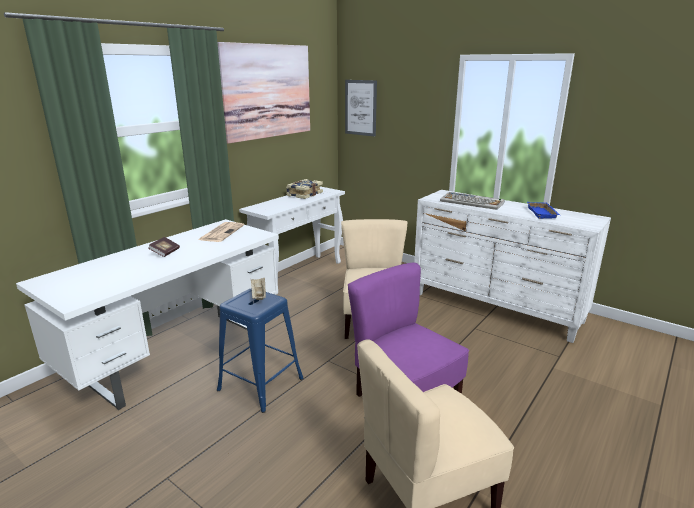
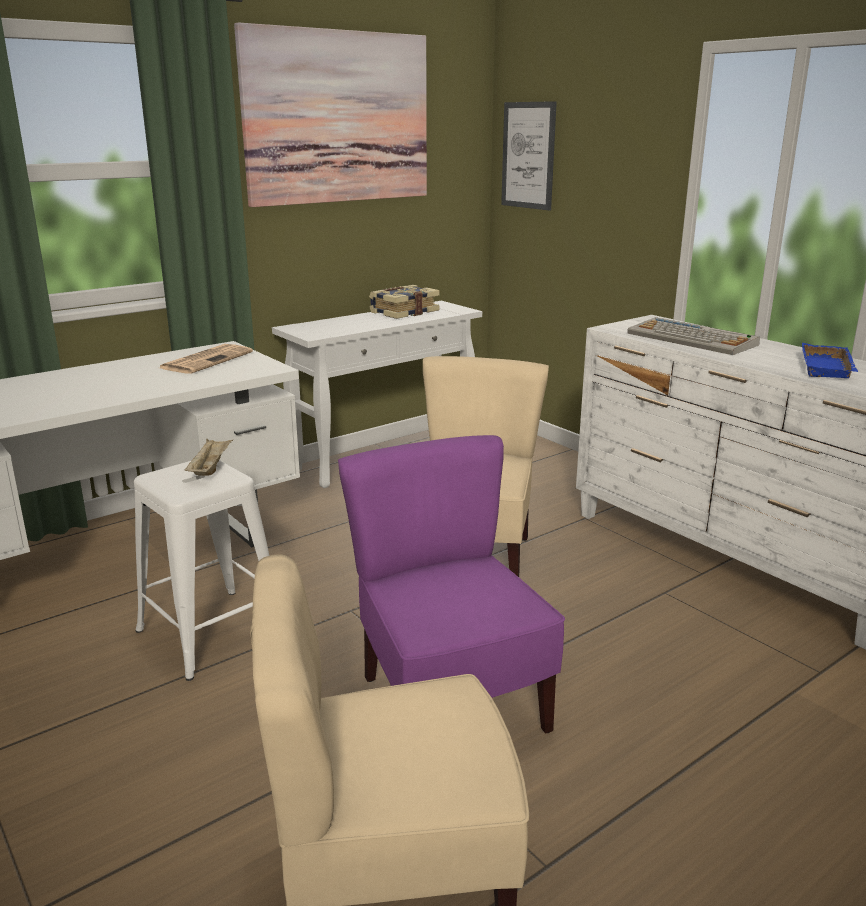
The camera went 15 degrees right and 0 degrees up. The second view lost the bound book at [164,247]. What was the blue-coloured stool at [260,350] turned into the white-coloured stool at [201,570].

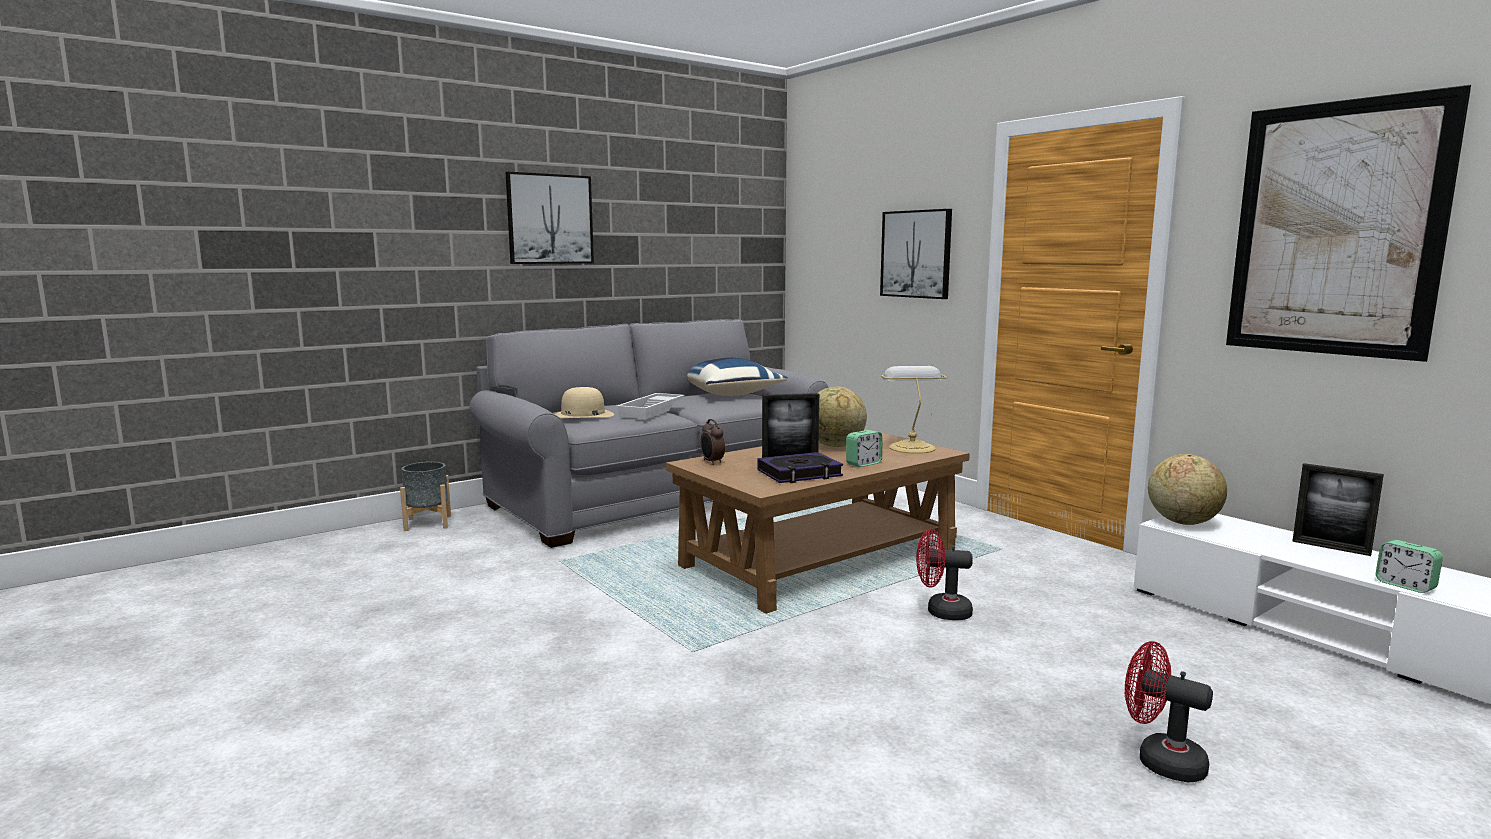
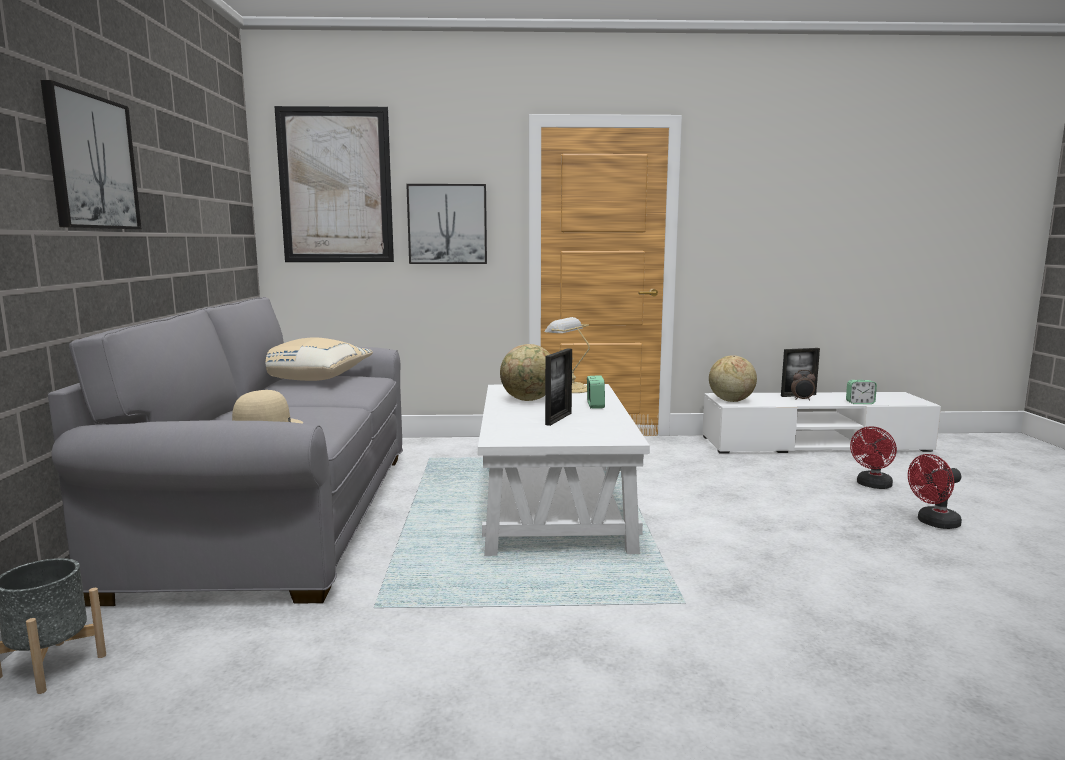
The camera went 55 degrees left and 0 degrees up. The wall picture ended up elsewhere, having gone from [1348,223] to [334,184]. What was the blue-coloured pillow at [737,377] turned into the sand-coloured pillow at [319,359]. The second view lost the white-coloured carrying tray at [650,406]. The bedside clock ended up elsewhere, having gone from [712,442] to [803,385]. What was the brown coffee table at [818,521] turned into the white-coloured coffee table at [564,470]. The second view lost the bound book at [800,467]. The red cooling fan ended up elsewhere, having gone from [944,574] to [873,457].

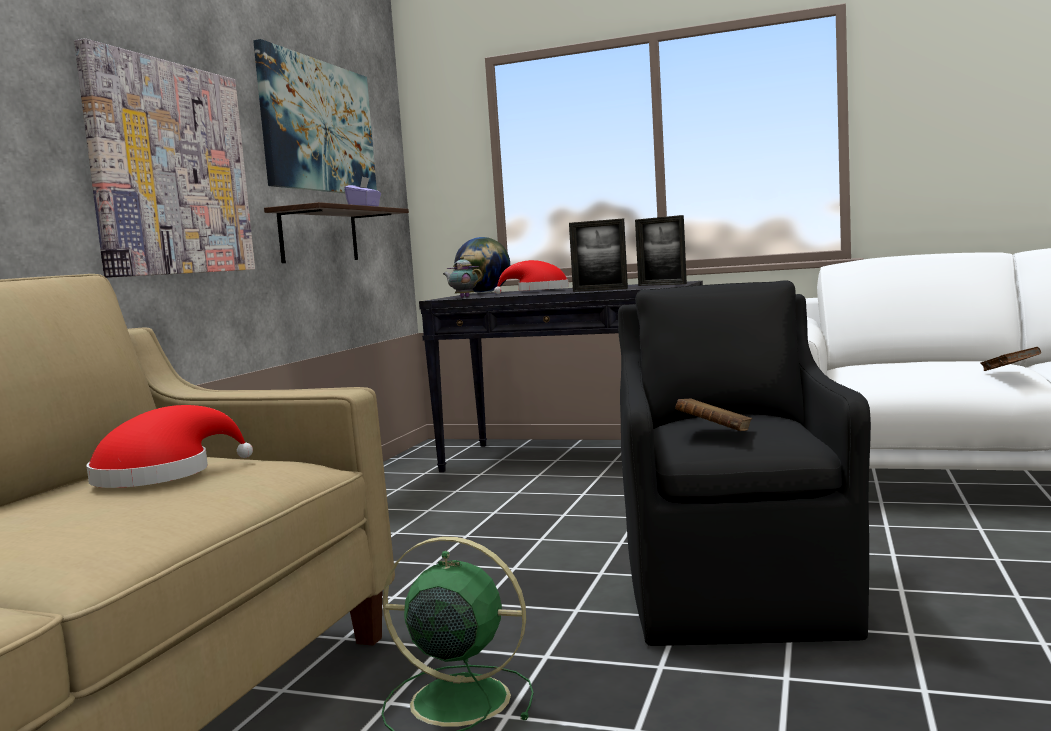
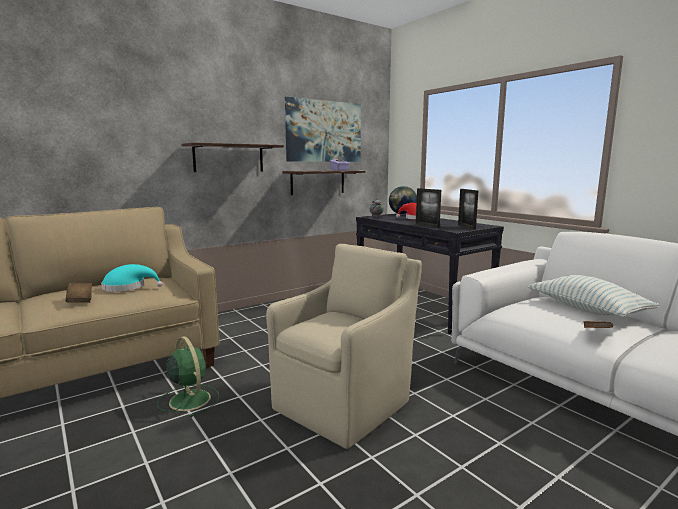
The camera went 35 degrees right and 5 degrees up. Where the wall picture hung at [164,158], the shelf came to hang at [232,157]. What was the black-coloured lounge chair at [744,463] turned into the sand-coloured lounge chair at [344,346]. The brown bound book ended up elsewhere, having gone from [713,415] to [78,293]. What was the red clothing hat at [170,446] turned into the turquoise-coloured clothing hat at [132,278]. The second view gained the pillow at [594,296].

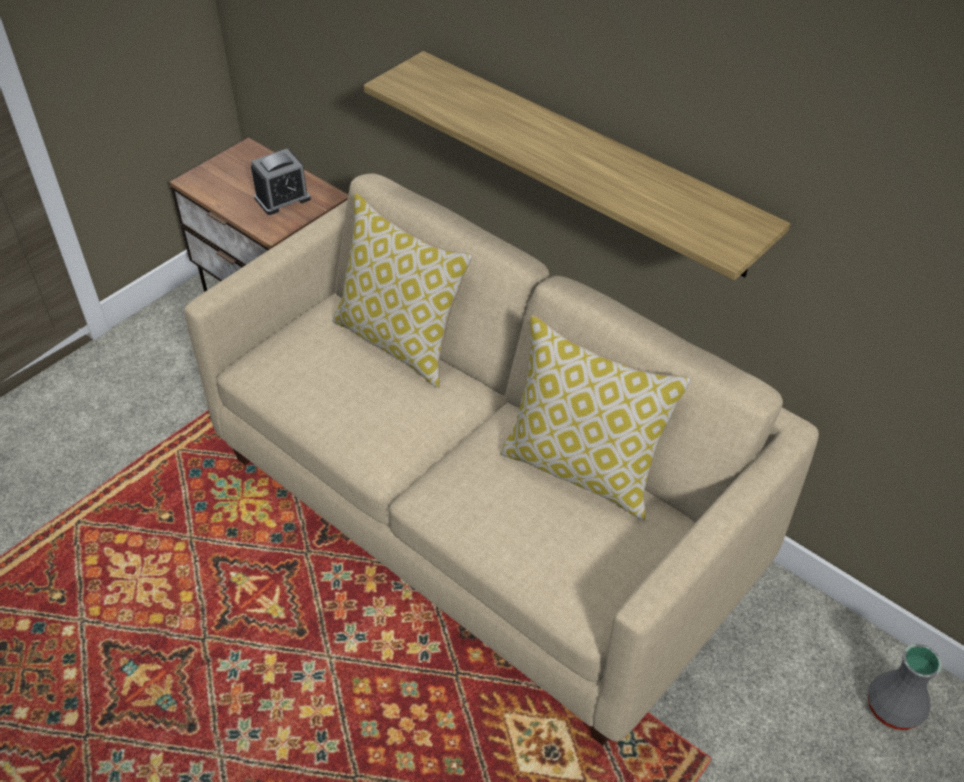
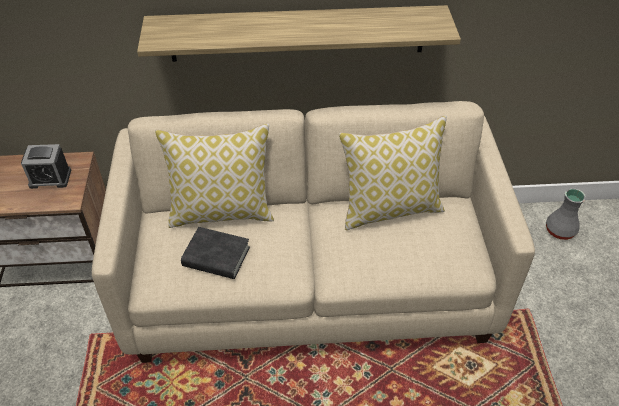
The camera went 45 degrees left and 0 degrees up. The bedside clock at [281,182] ended up facing another way, 75 degrees clockwise from before. The second view gained the black-coloured bound book at [215,253].

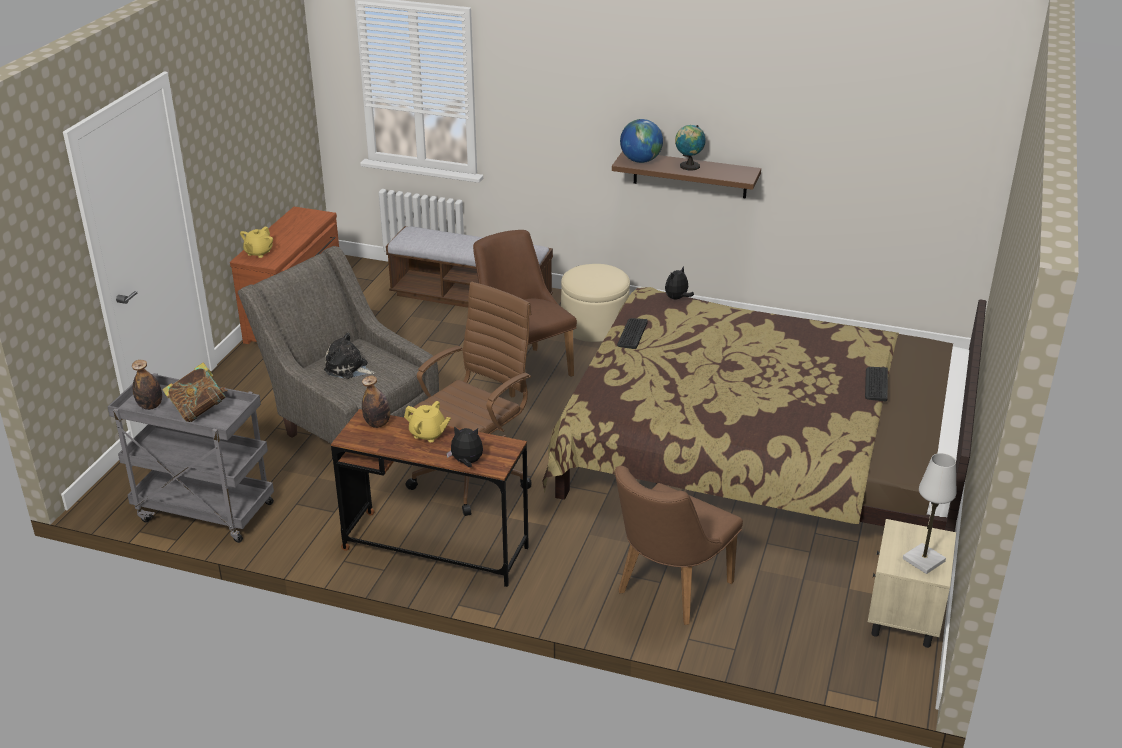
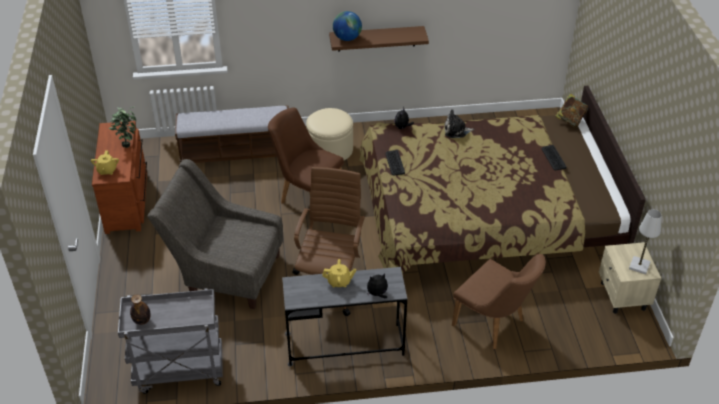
The camera went 25 degrees left and 10 degrees up. The second view lost the desk globe at [690,147]. The soft toy ended up elsewhere, having gone from [349,355] to [460,123]. The bound book ended up elsewhere, having gone from [195,392] to [571,110]. The second view lost the bottle at [376,402]. What was the brown desk unit at [430,498] turned into the gray desk unit at [344,317]. The brown chair at [679,545] ended up facing another way, 60 degrees counterclockwise from before. The second view gained the houseplant at [122,127].

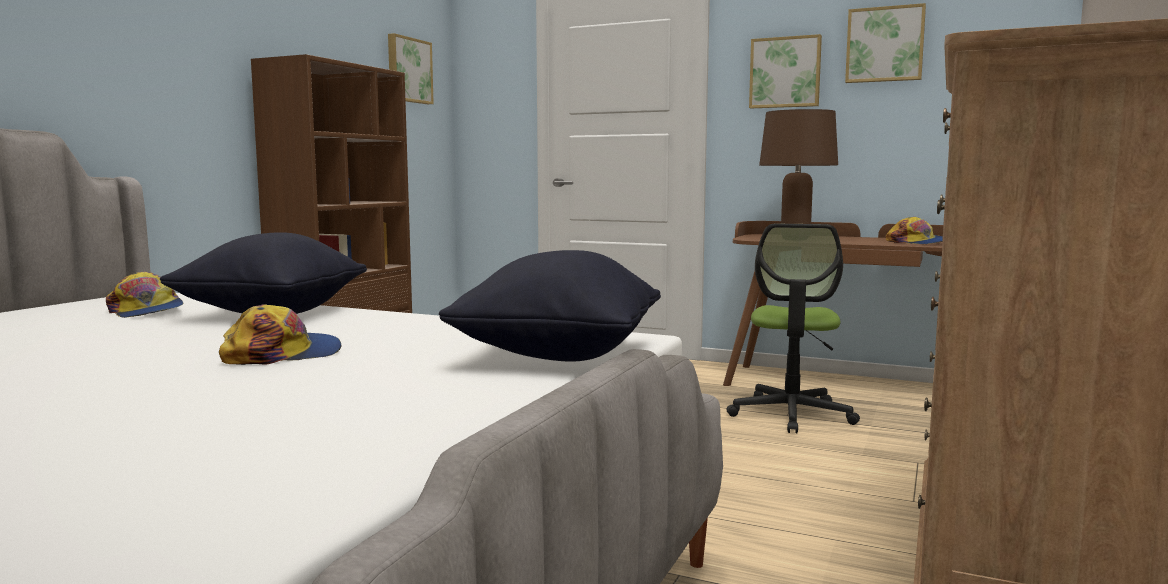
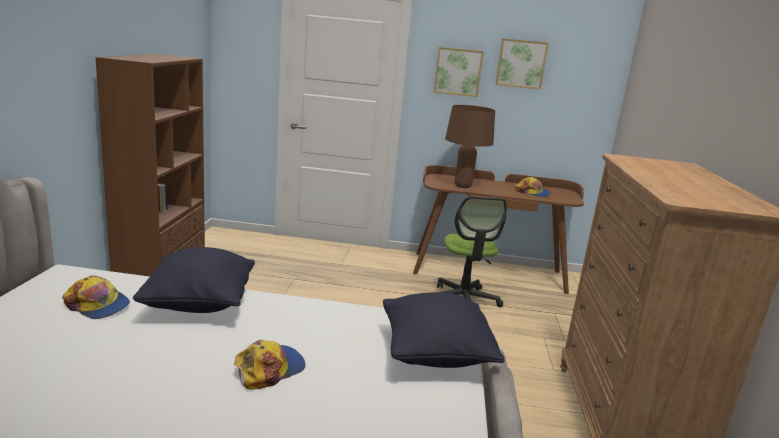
The camera went 20 degrees left and 10 degrees up. The second view lost the wall picture at [411,68].

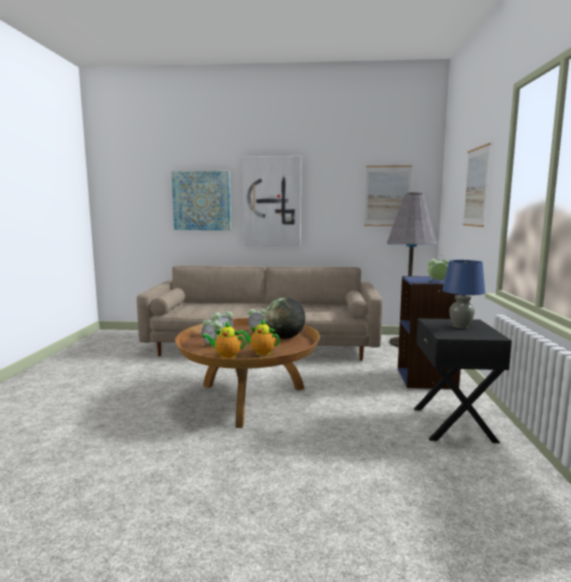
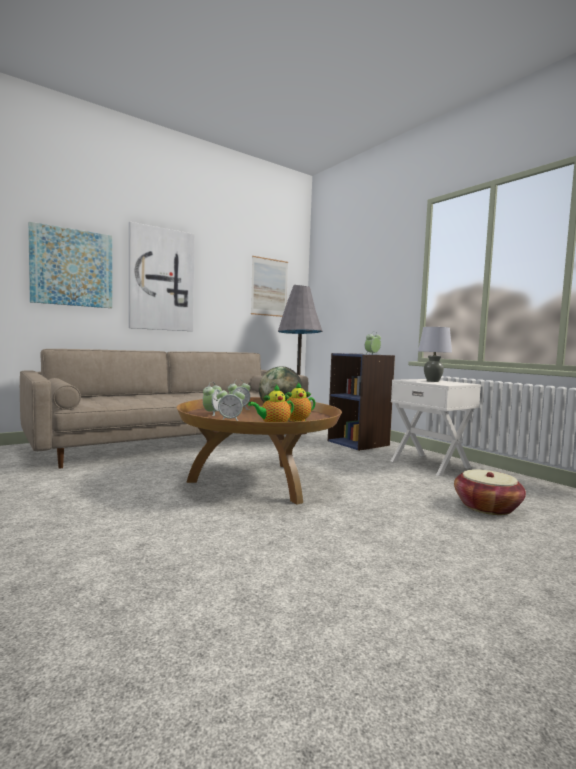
The camera went 40 degrees left and 5 degrees down. The second view lost the wall picture at [476,185]. What was the blue-coloured tabletop lamp at [463,294] turned into the gray tabletop lamp at [435,354]. What was the black-coloured bedside table at [463,380] turned into the white-coloured bedside table at [436,427]. The second view gained the storage basket at [490,492].

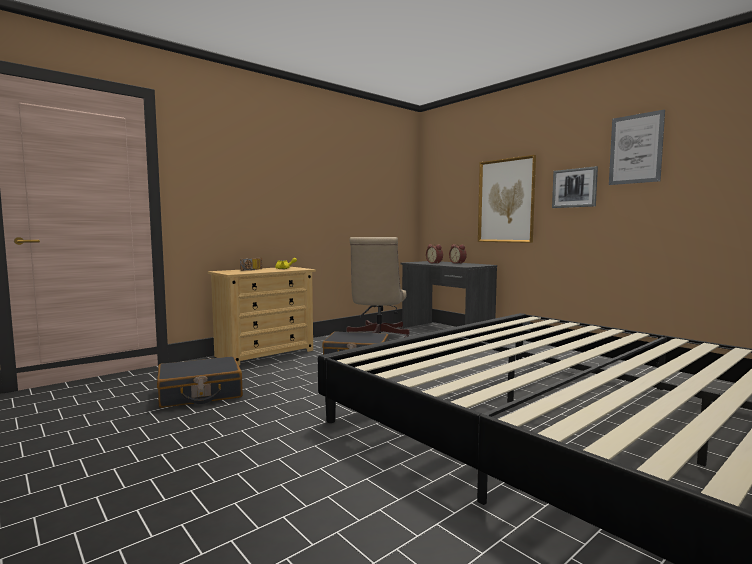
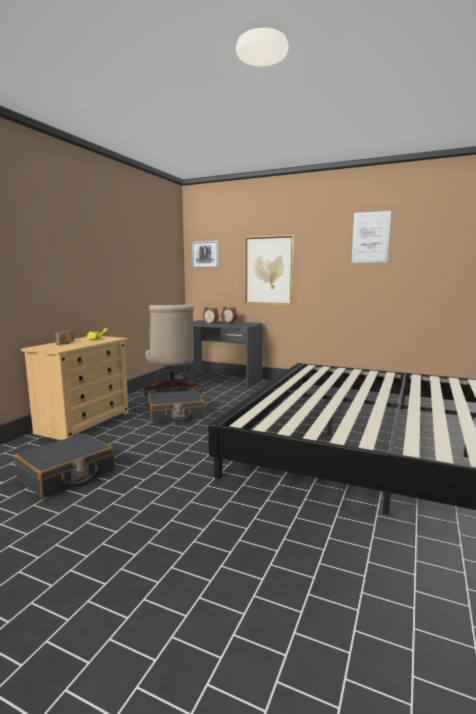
The camera went 25 degrees left and 5 degrees up. The wall picture ended up elsewhere, having gone from [575,187] to [205,254].

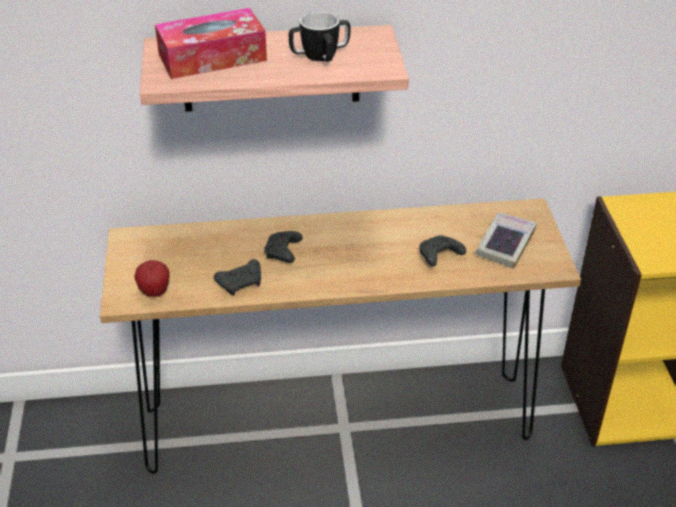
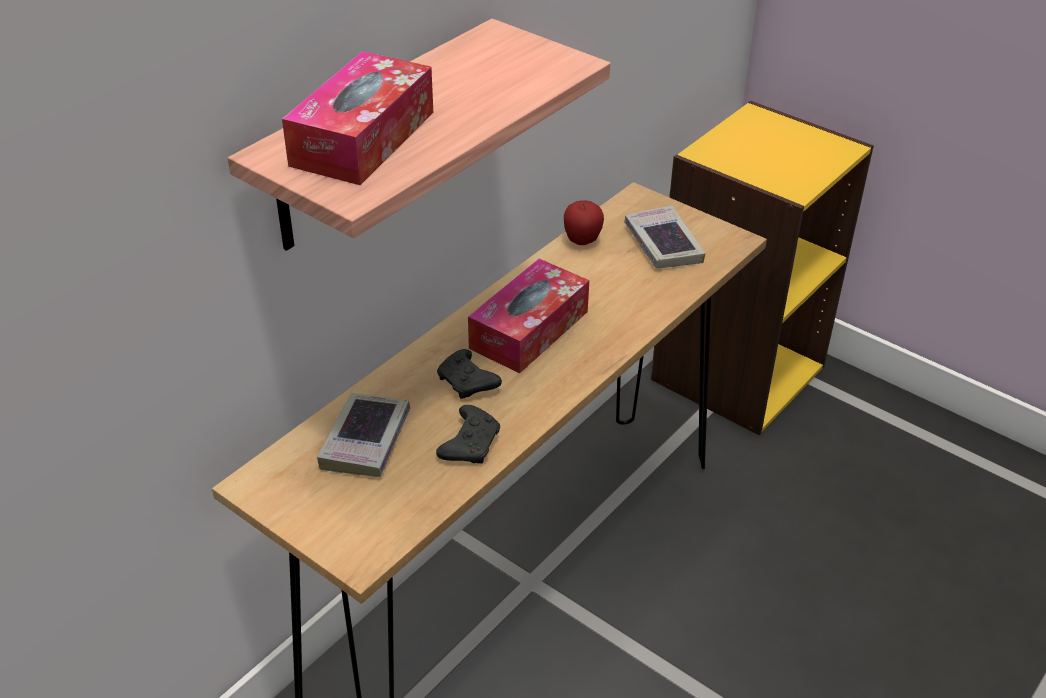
The camera went 45 degrees left and 0 degrees up. The second view lost the coffee mug at [319,37]. The second view lost the black-coloured gamepad at [443,251]. The apple fruit ended up elsewhere, having gone from [152,278] to [584,222]. The second view gained the box of tissues at [528,316]. The second view gained the bound book at [363,435].

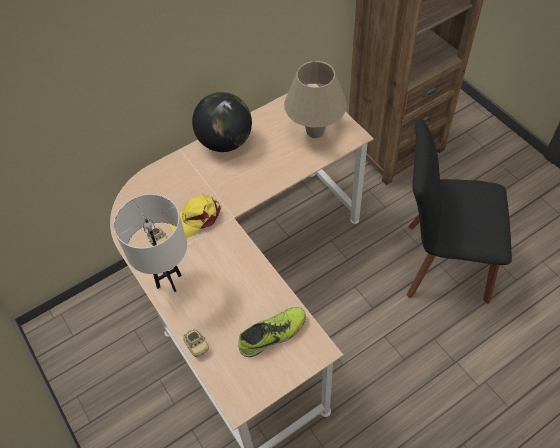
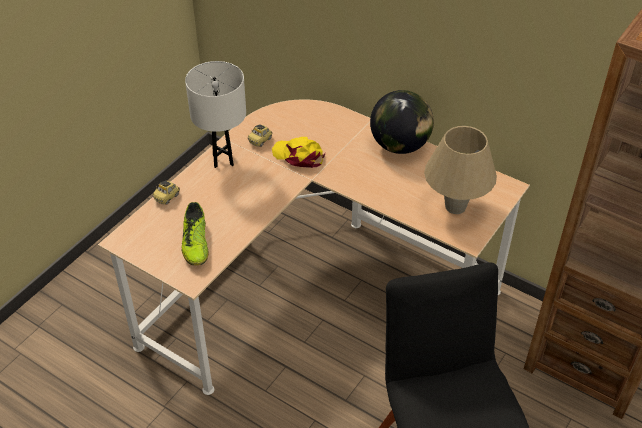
The camera went 65 degrees right and 10 degrees down. The low shoe at [272,332] ended up facing another way, 45 degrees clockwise from before.

